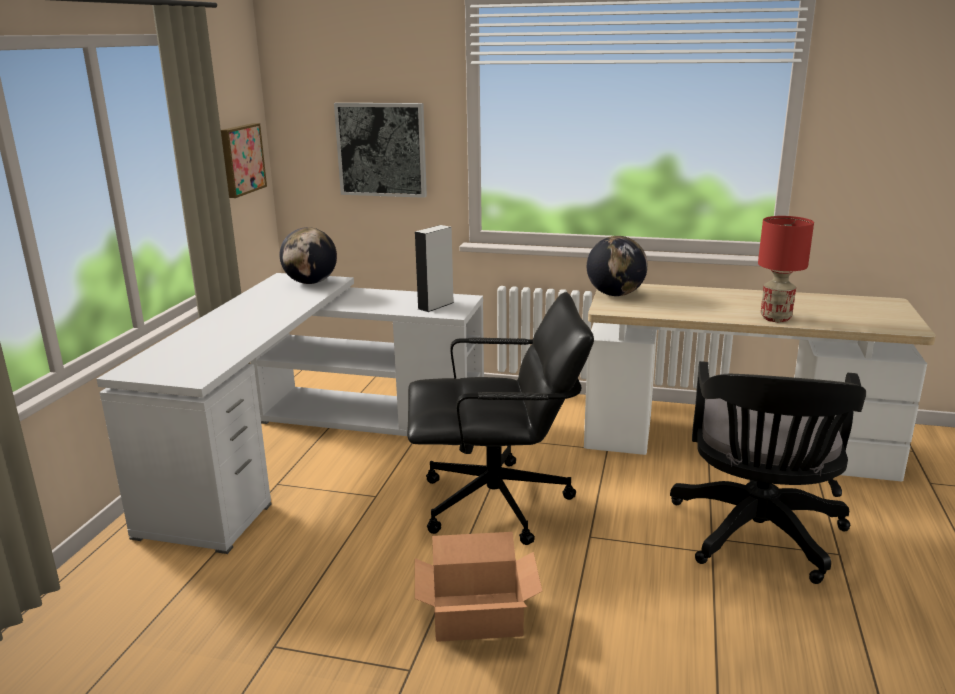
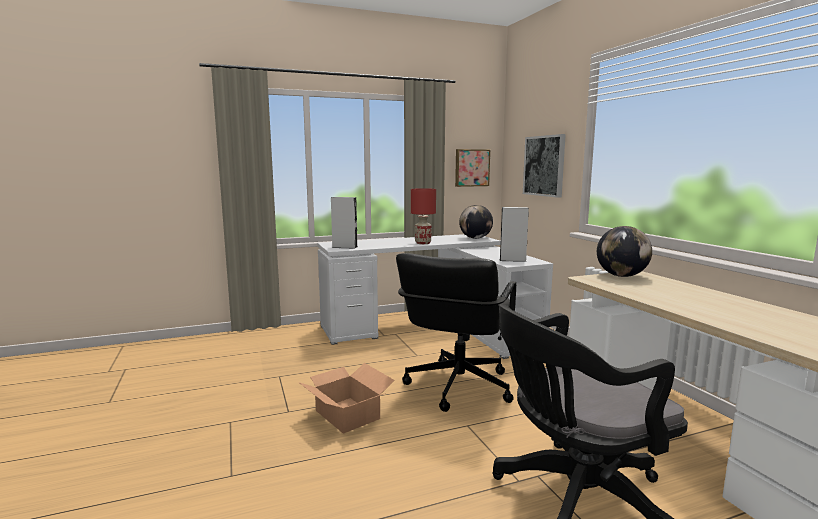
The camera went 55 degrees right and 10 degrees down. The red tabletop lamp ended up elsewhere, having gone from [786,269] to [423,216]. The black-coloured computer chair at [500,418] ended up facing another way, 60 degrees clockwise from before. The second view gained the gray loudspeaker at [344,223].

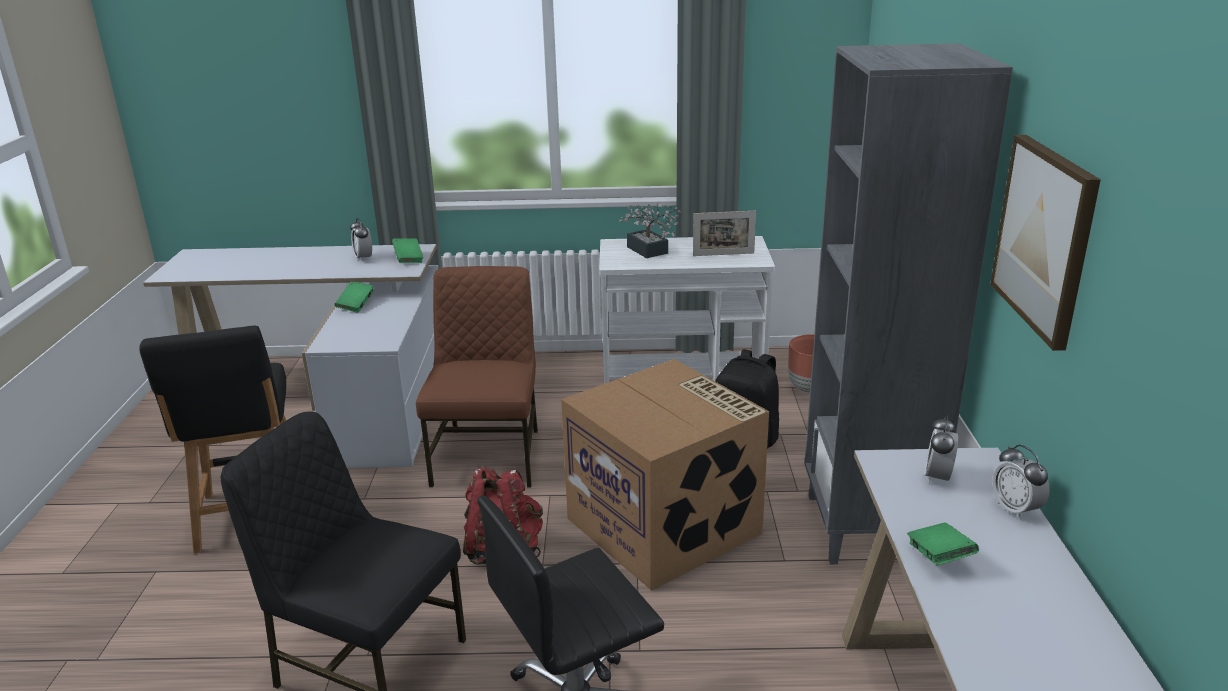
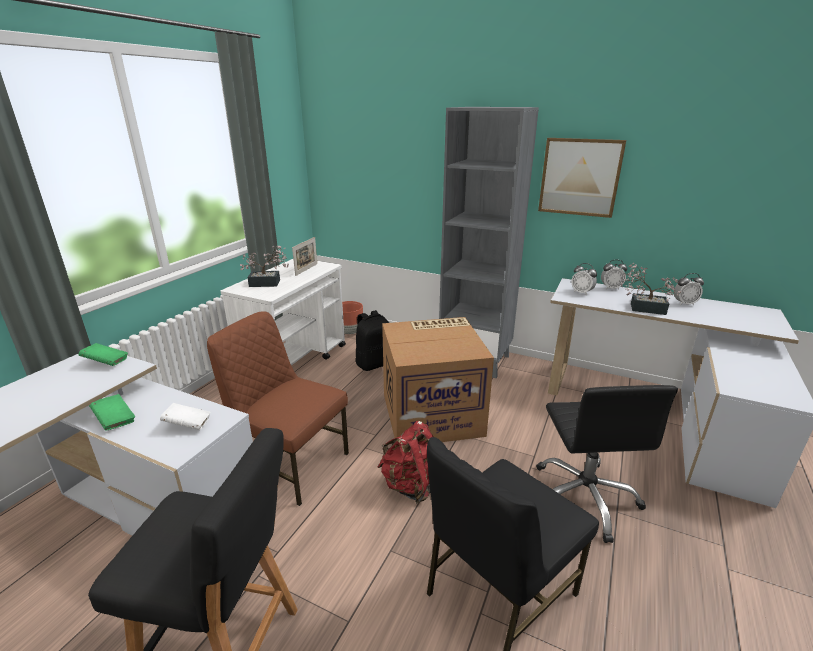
The camera went 65 degrees left and 0 degrees up. The bedside clock ended up elsewhere, having gone from [361,240] to [689,289]. Where the green-coloured bound book stood at [943,544], the houseplant came to stand at [651,289]. The second view gained the white-coloured bound book at [185,416].

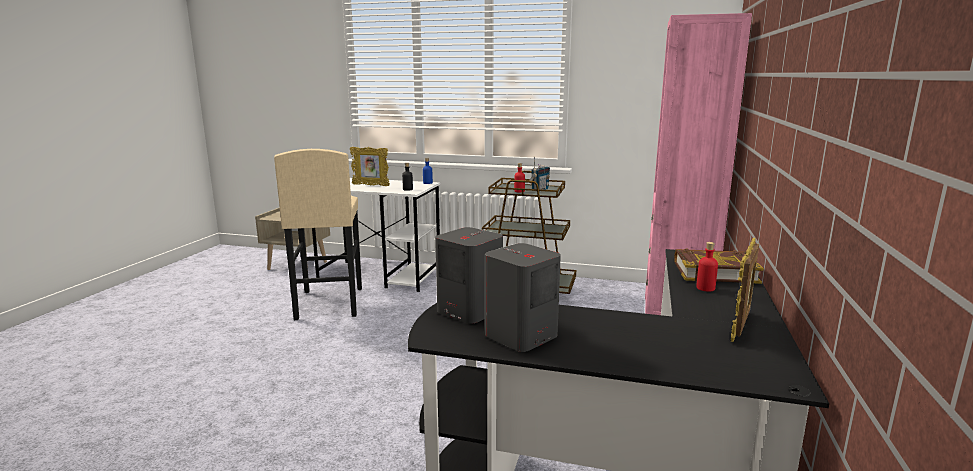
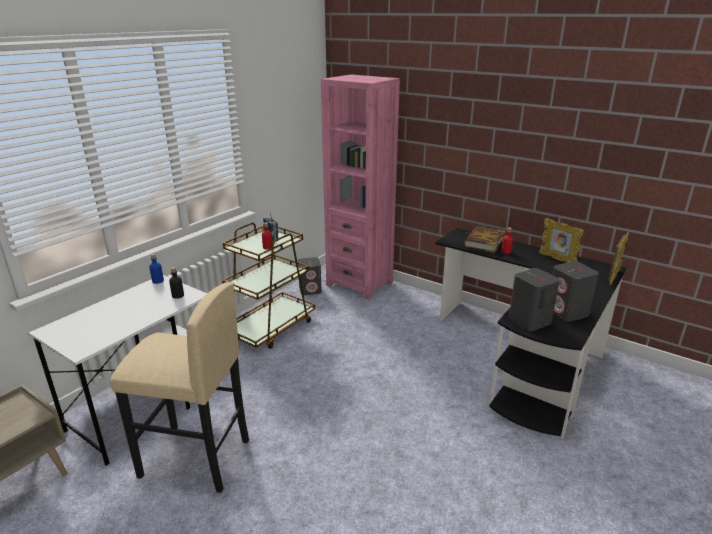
The camera went 70 degrees left and 10 degrees up. The picture frame ended up elsewhere, having gone from [370,166] to [618,258]. The second view gained the gray loudspeaker at [310,276].

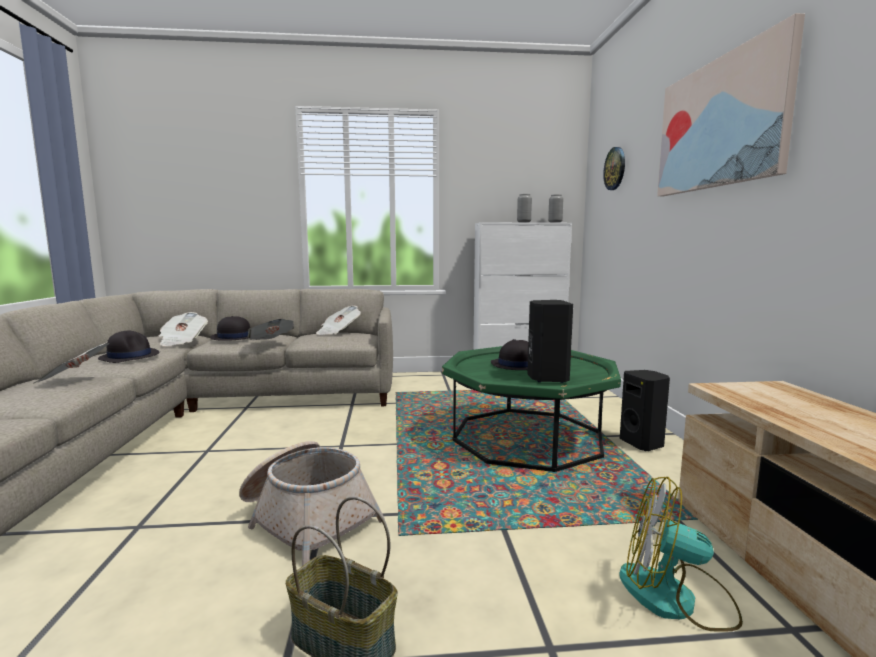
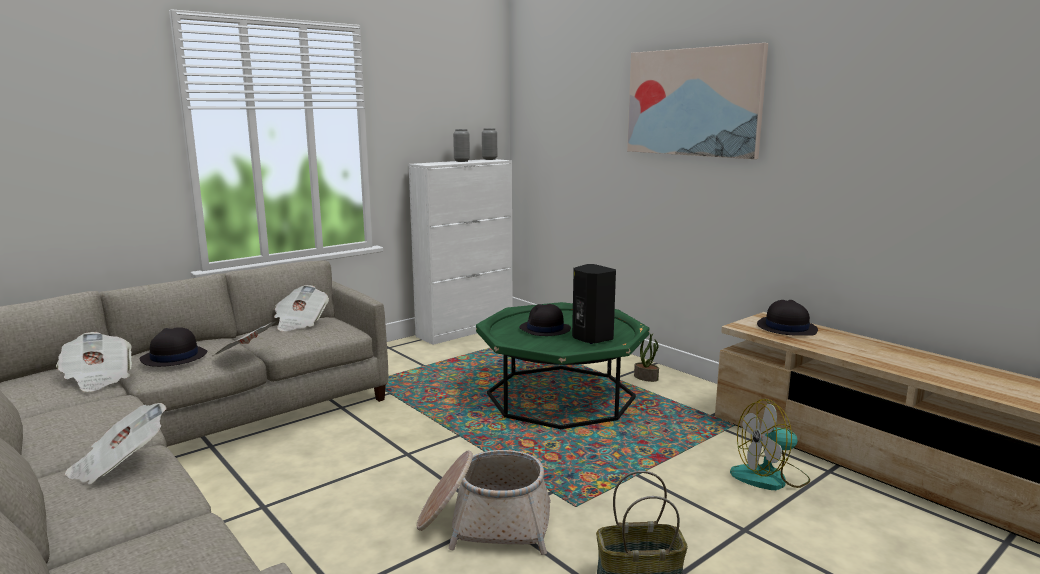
The camera went 35 degrees left and 5 degrees up. The second view lost the wall clock at [614,168]. The black-coloured clothing hat ended up elsewhere, having gone from [129,346] to [787,318]. Where the black-coloured loudspeaker stood at [645,410], the houseplant came to stand at [646,358].

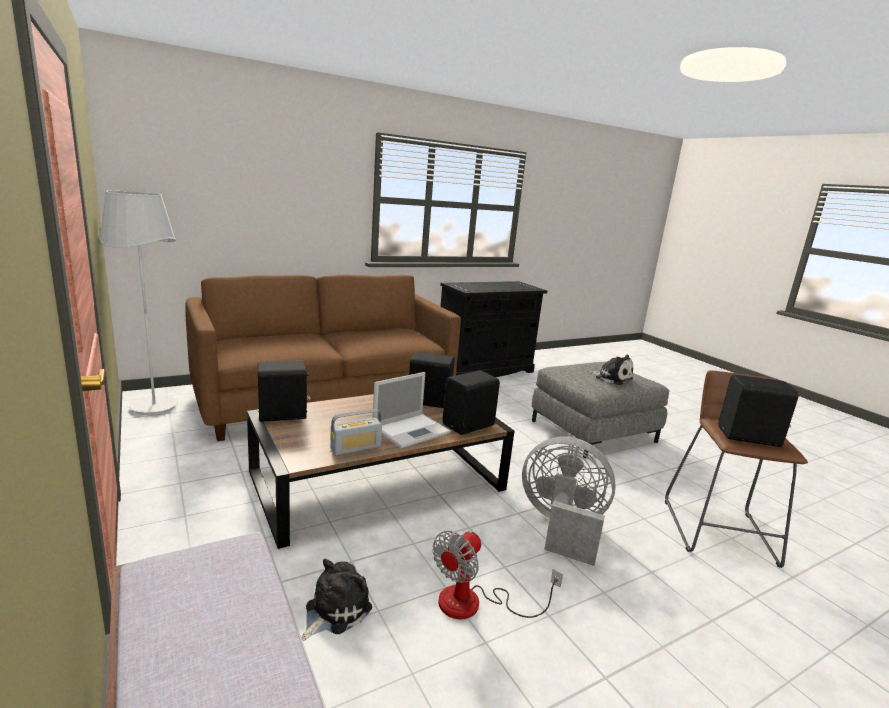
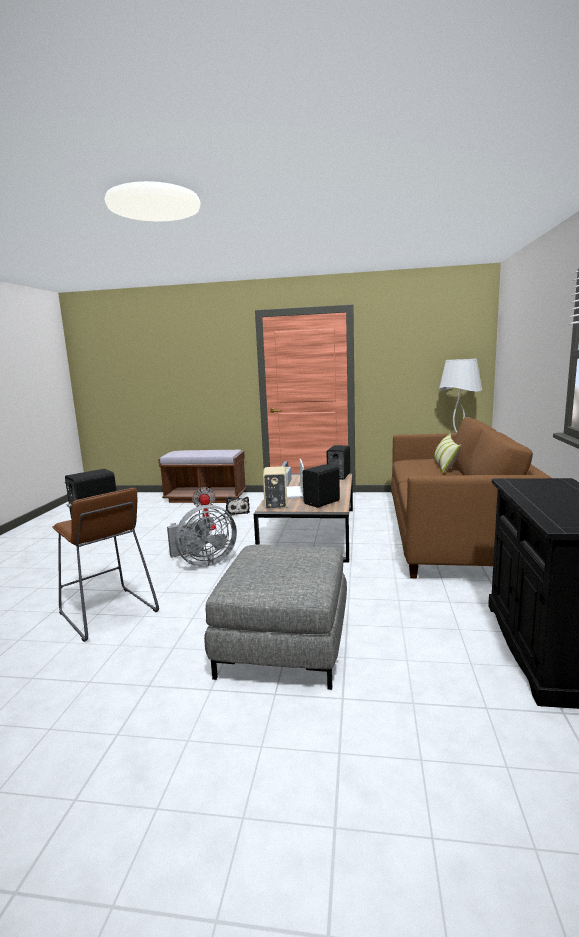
The camera went 130 degrees right and 5 degrees down. The second view lost the soft toy at [610,370]. What was the black-coloured loudspeaker at [471,403] turned into the sand-coloured loudspeaker at [275,487]. The second view gained the pillow at [447,454].

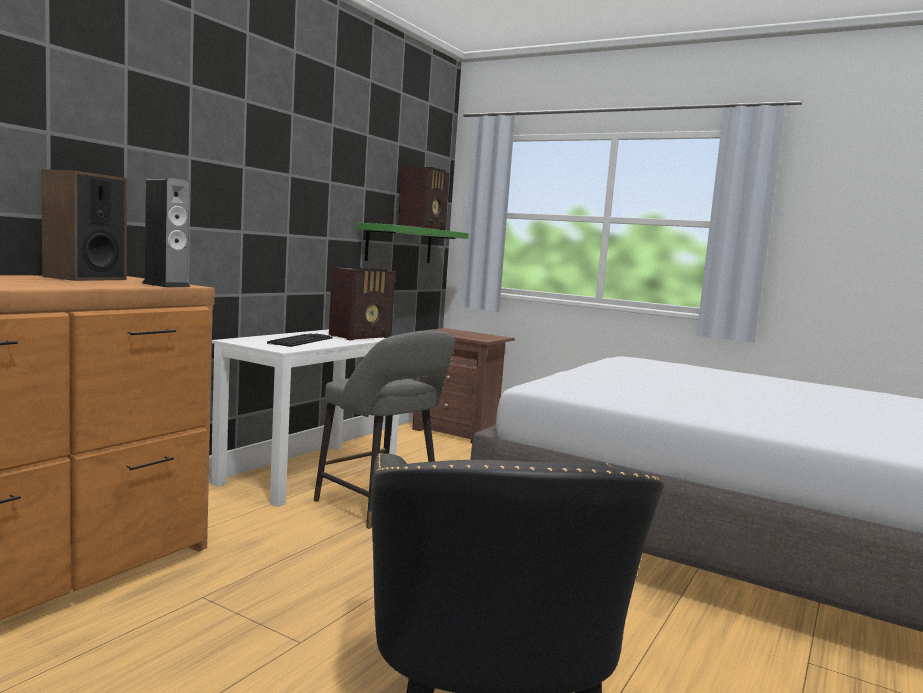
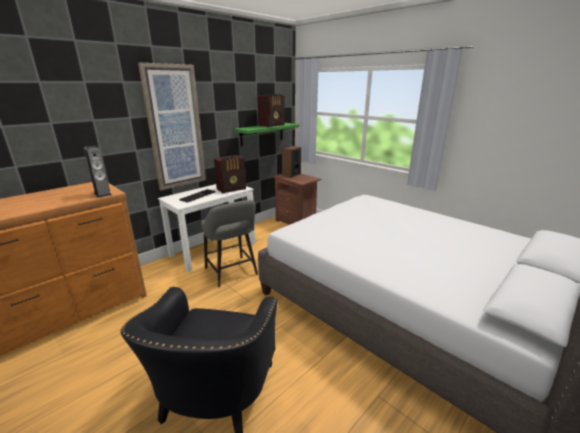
The camera went 15 degrees right and 15 degrees up. The loudspeaker ended up elsewhere, having gone from [84,225] to [291,162]. The second view gained the wall picture at [172,126].

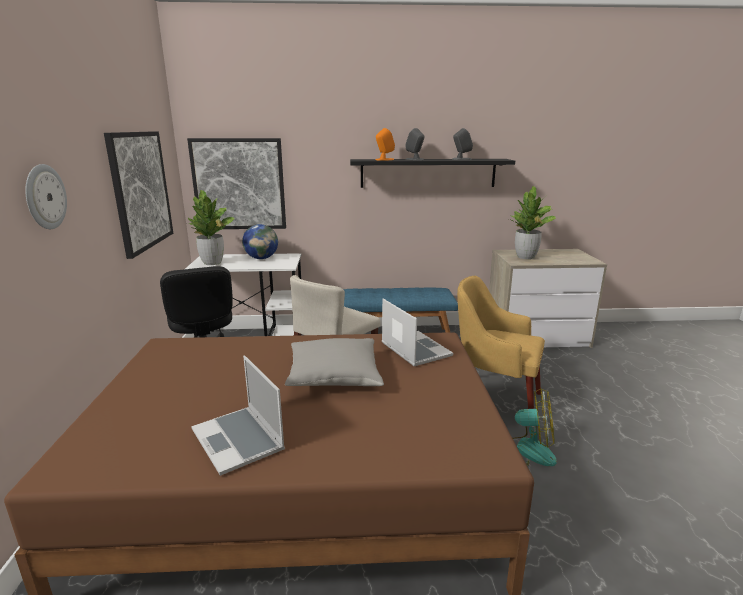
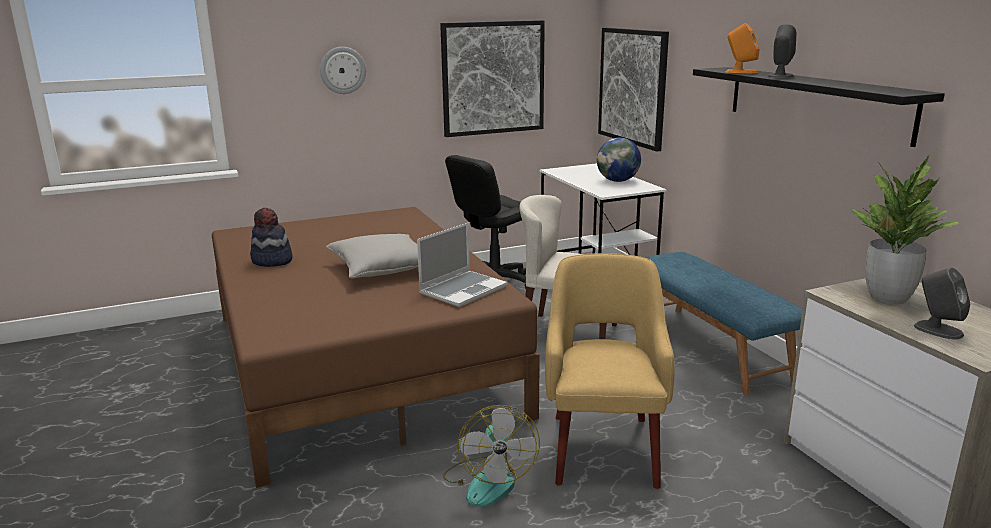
The camera went 70 degrees right and 0 degrees up. The gray loudspeaker ended up elsewhere, having gone from [463,144] to [942,303]. The second view lost the houseplant at [211,227]. Where the notebook computer stood at [238,416], the clothing hat came to stand at [271,237].

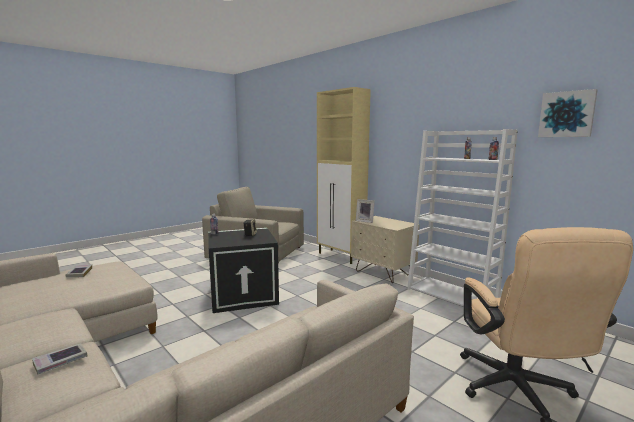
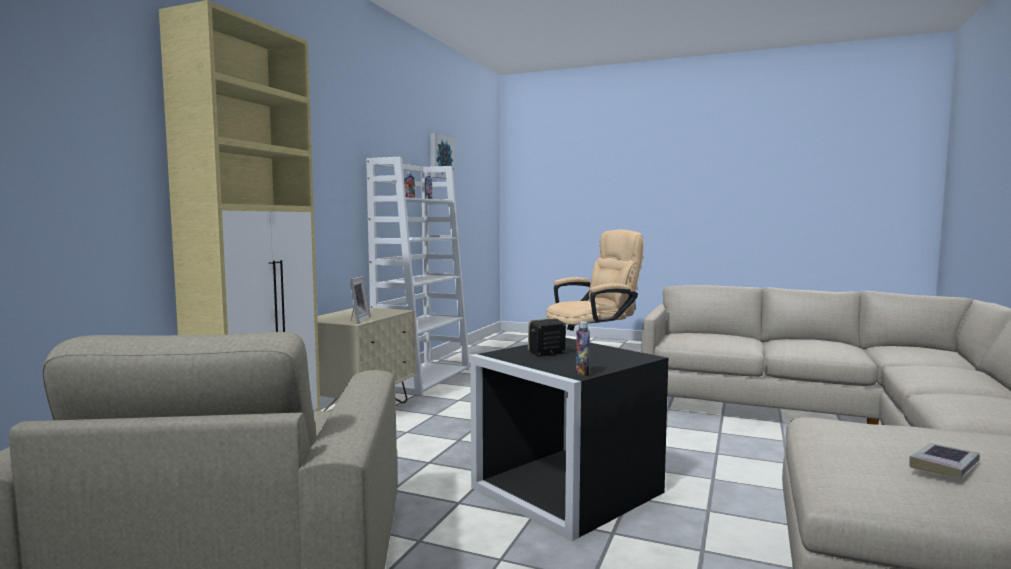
The camera went 115 degrees left and 5 degrees down. The second view lost the bound book at [59,358].

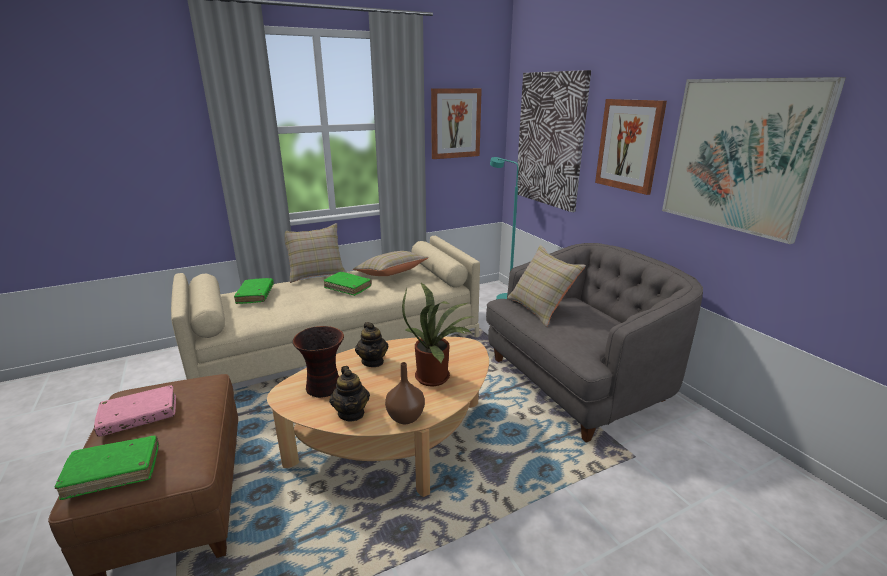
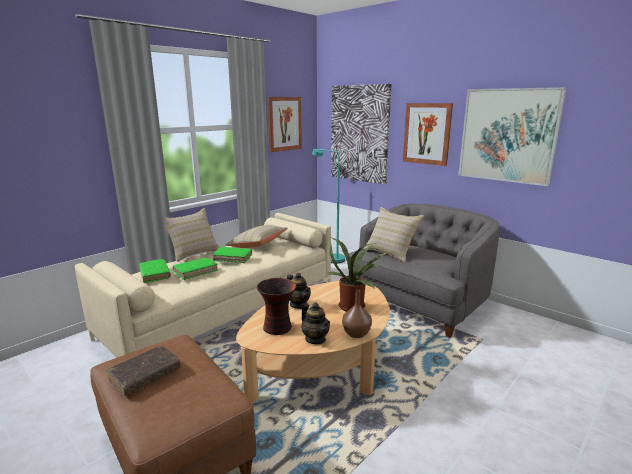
The camera went 20 degrees left and 5 degrees down. What was the pink bound book at [135,411] turned into the brown bound book at [143,371]. The green-coloured bound book ended up elsewhere, having gone from [107,468] to [195,269].

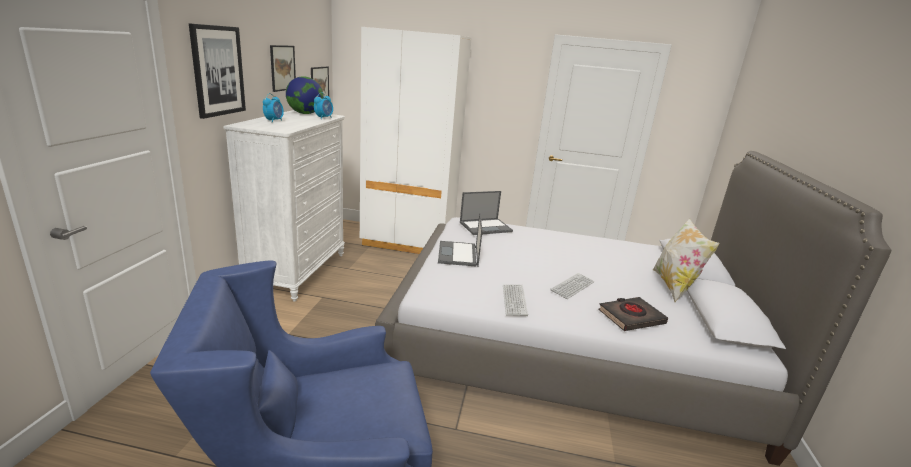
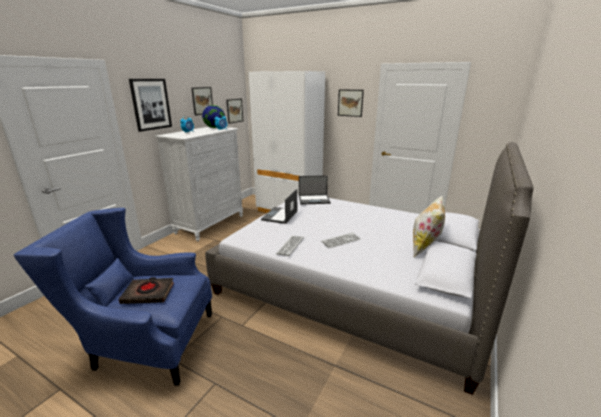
The camera went 20 degrees right and 0 degrees up. The black-coloured bound book ended up elsewhere, having gone from [633,314] to [146,290]. The second view gained the wall picture at [351,103].

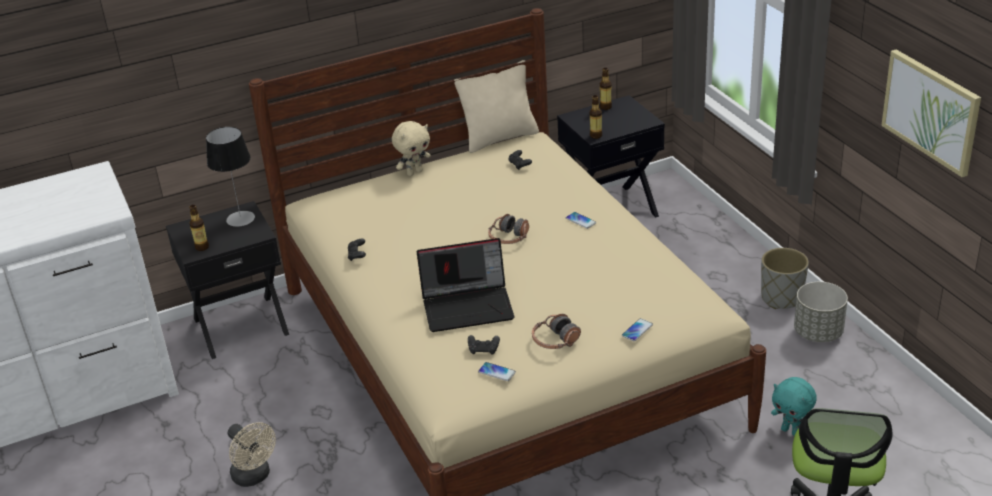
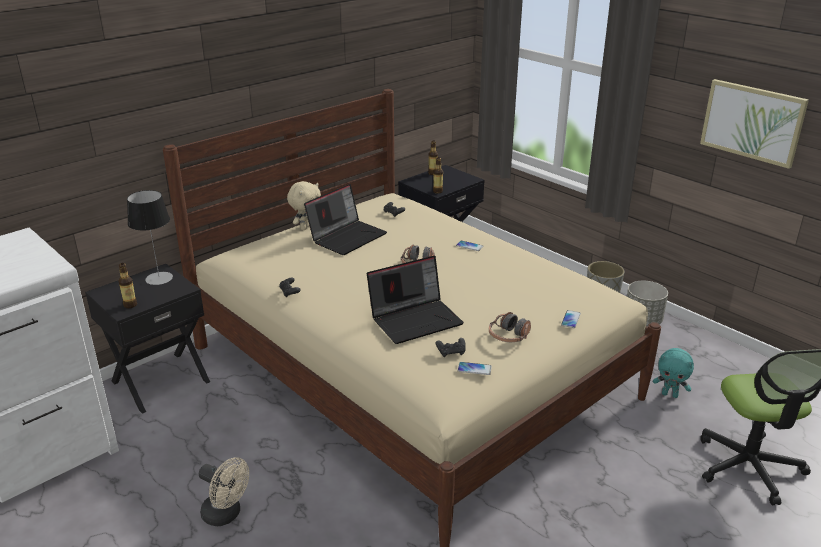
The camera went 20 degrees left and 5 degrees down. The second view lost the sand-coloured pillow at [496,106]. The second view gained the notebook computer at [345,219].

